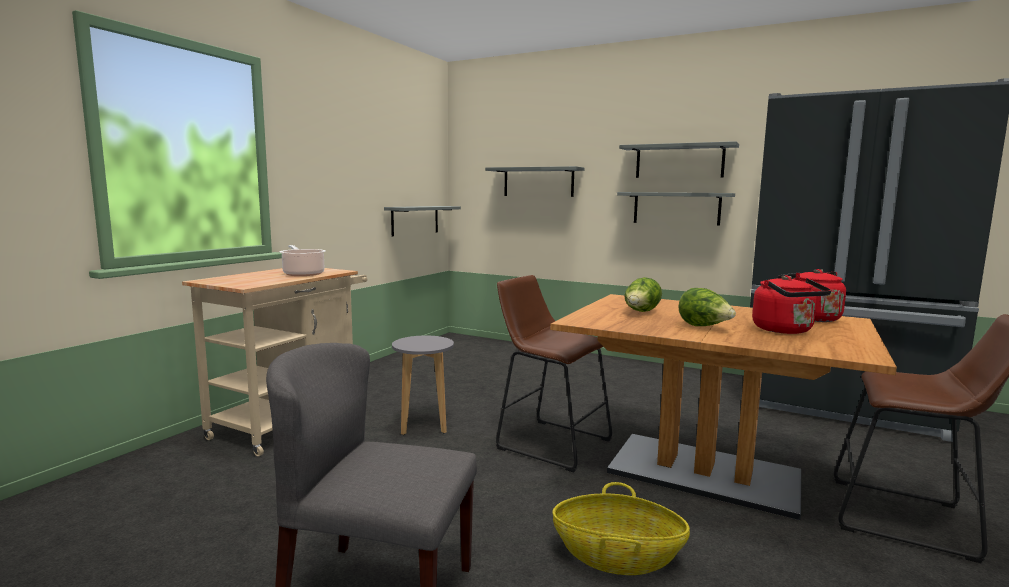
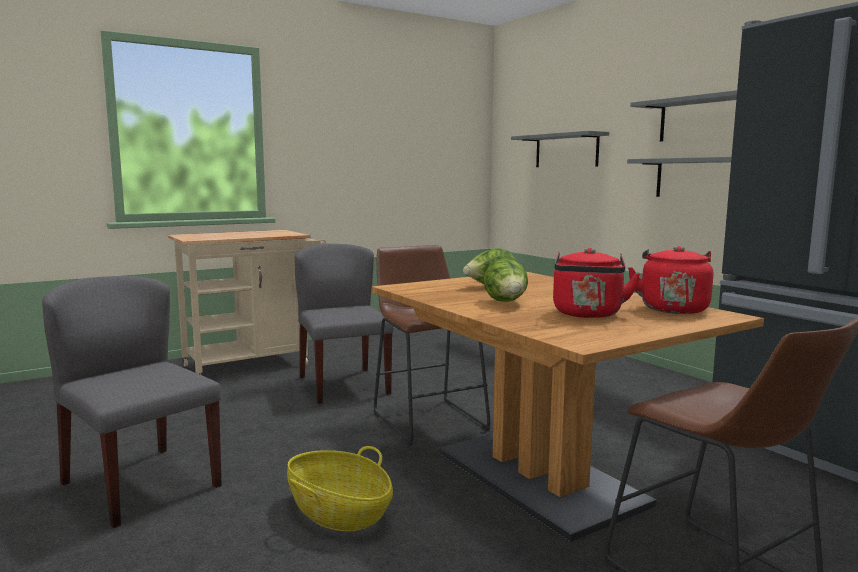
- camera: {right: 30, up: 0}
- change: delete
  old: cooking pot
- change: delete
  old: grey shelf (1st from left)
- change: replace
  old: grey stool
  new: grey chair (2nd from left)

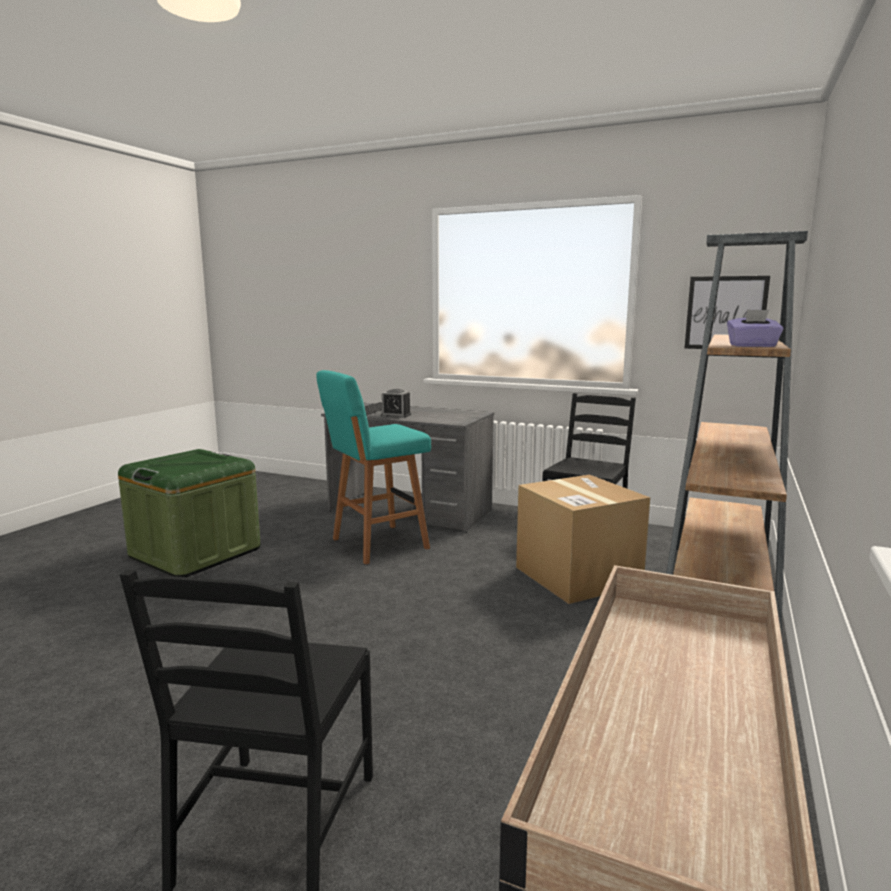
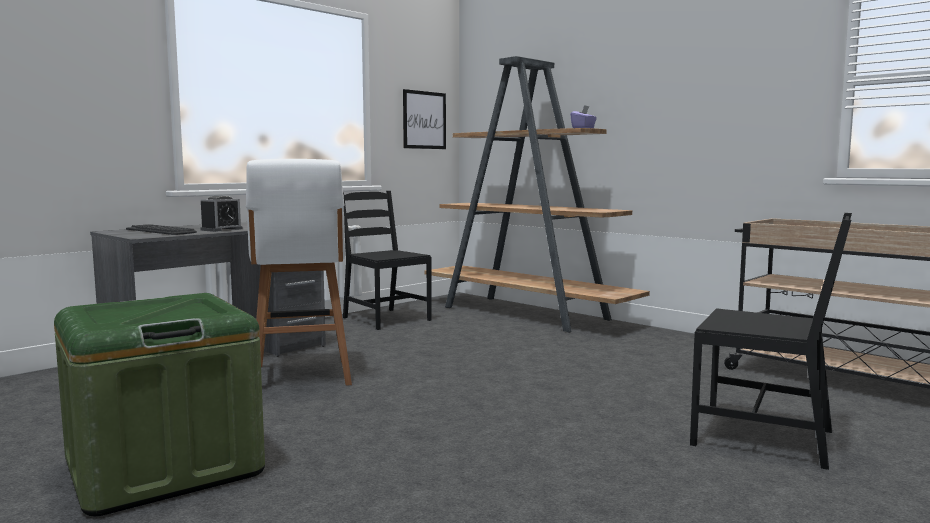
- camera: {right: -70, up: -5}
- change: delete
  old: cardboard box
- change: recolor
  old: turquoise stool
  new: white stool

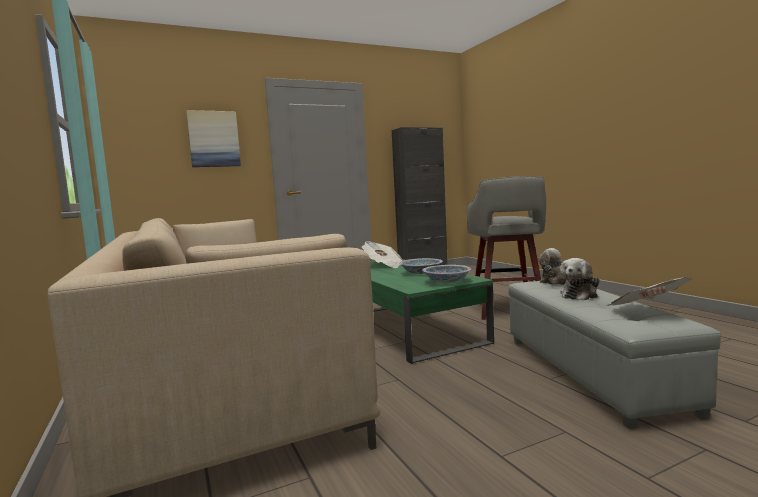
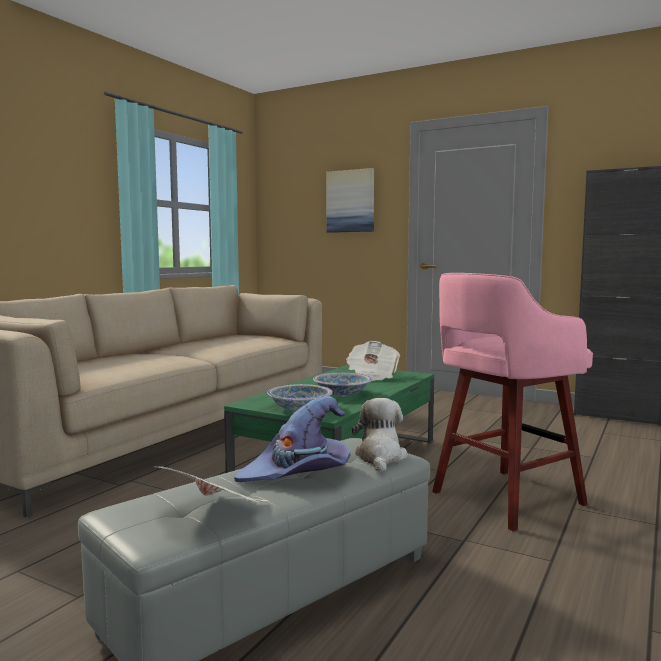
- camera: {right: 55, up: 0}
- change: replace
  old: plush toy (2nd from left)
  new: purple hat
- change: recolor
  old: grey stool
  new: pink stool

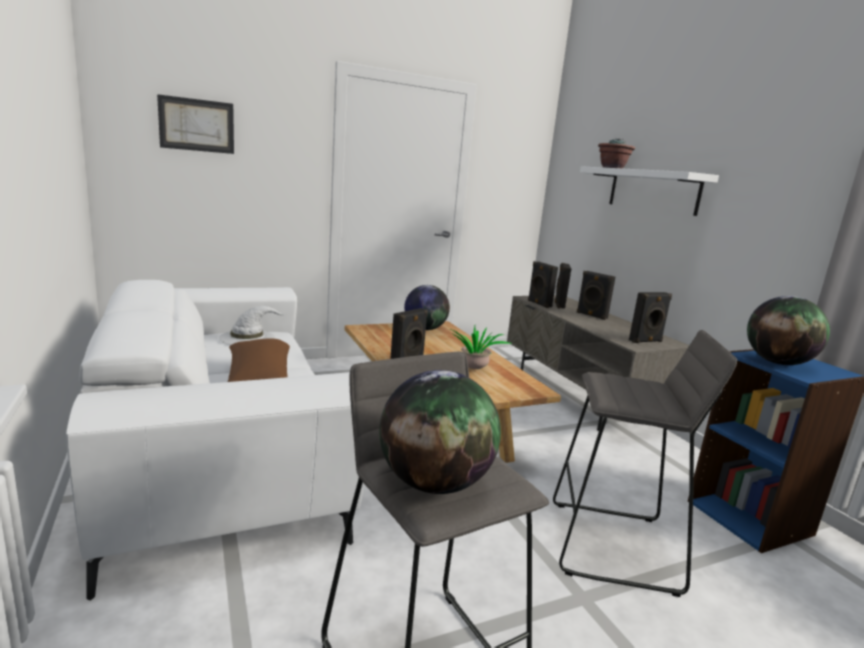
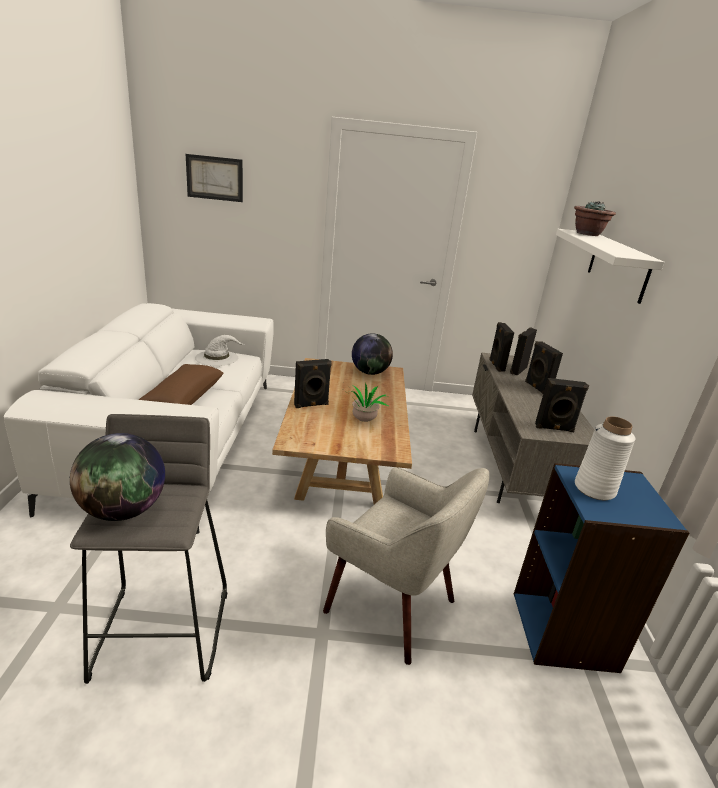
- camera: {right: 25, up: 10}
- change: replace
  old: grey stool (2nd from left)
  new: beige armchair
- change: replace
  old: globe (3rd from left)
  new: white vase

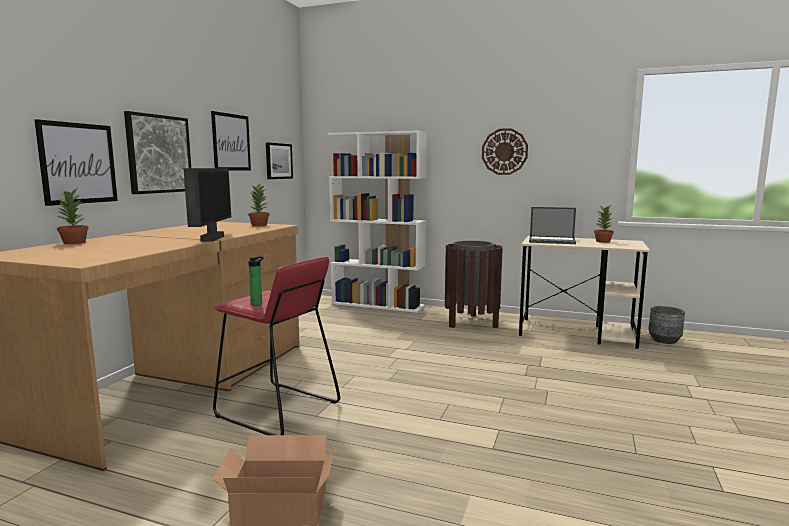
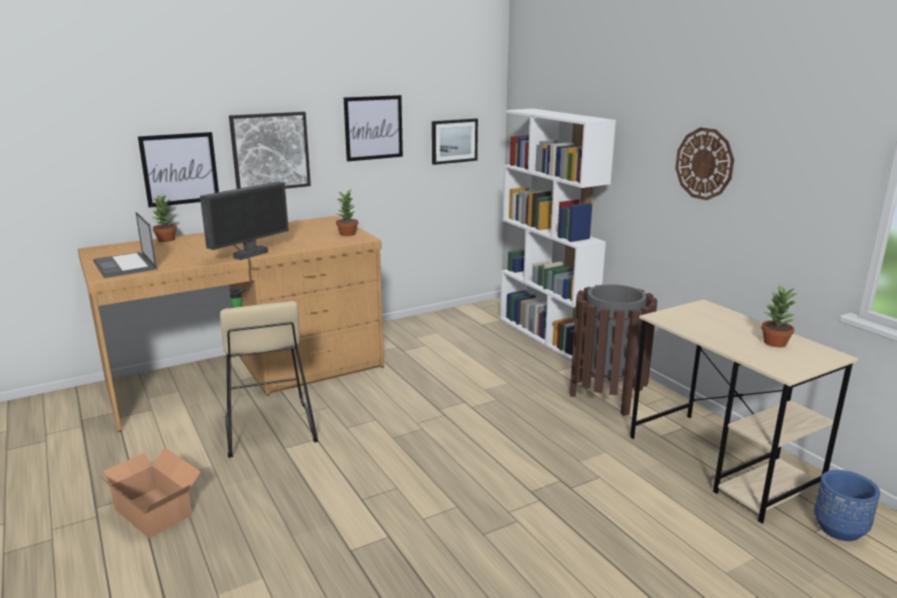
- camera: {right: 40, up: 10}
- change: move
  old: laptop
- change: recolor
  old: red stool
  new: beige stool
- change: recolor
  old: grey planter
  new: blue planter

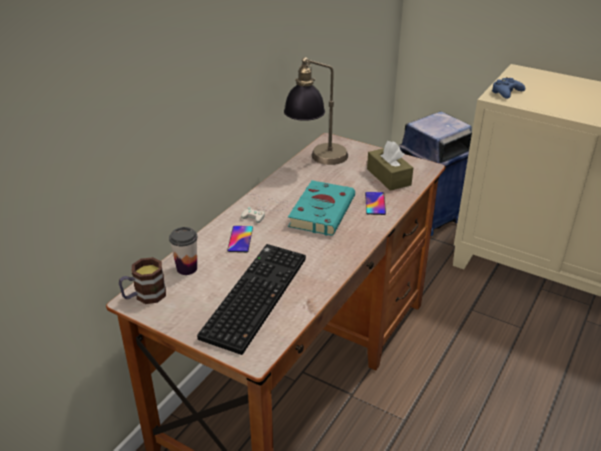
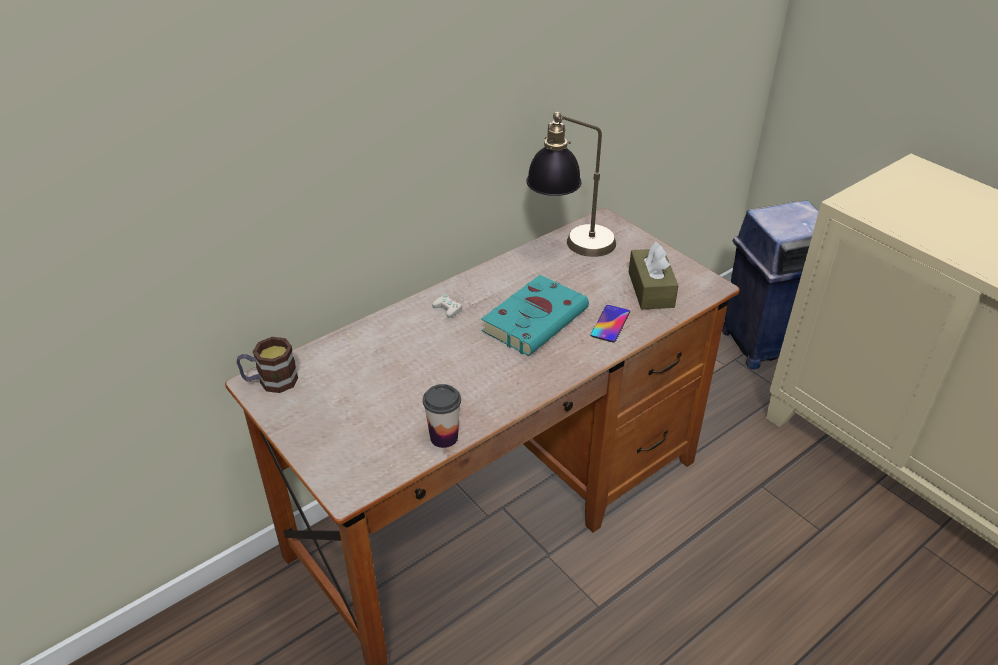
- camera: {right: 20, up: 5}
- change: delete
  old: keyboard
- change: delete
  old: phone (1st from left)
- change: delete
  old: blue game controller
- change: move
  old: cup

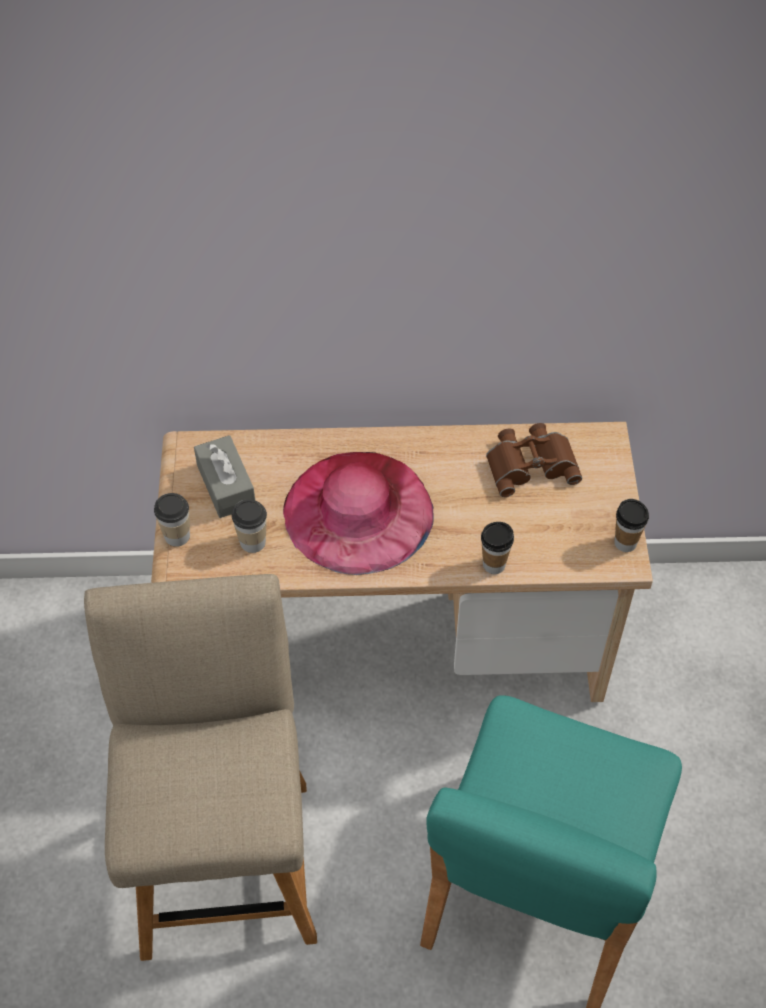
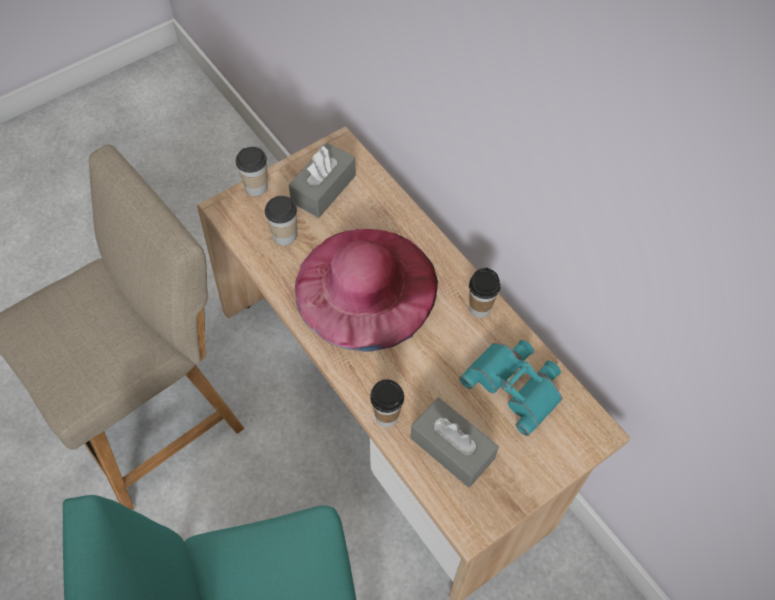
- camera: {right: 55, up: 5}
- change: insert
  new: grey tissue box (2nd from left)
- change: move
  old: cup (4th from left)
- change: recolor
  old: brown binoculars
  new: turquoise binoculars

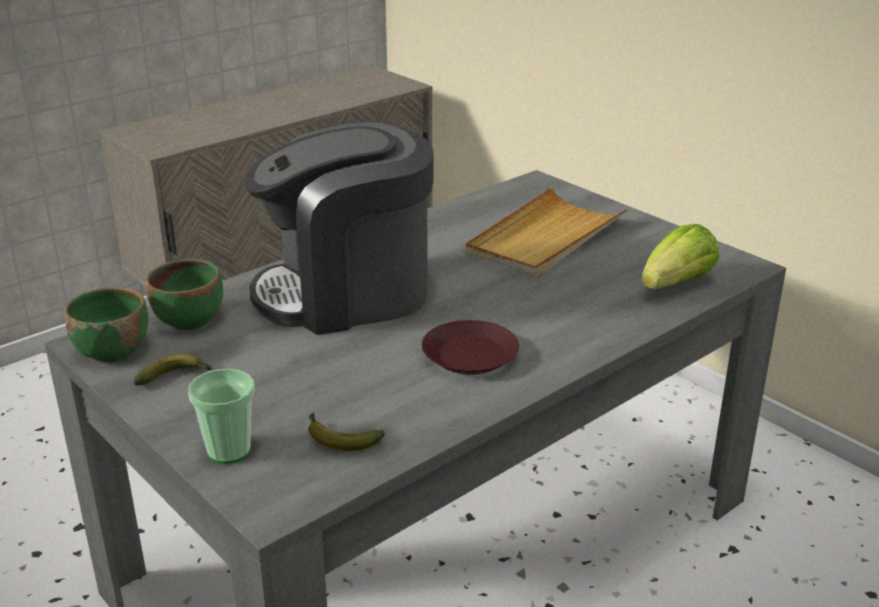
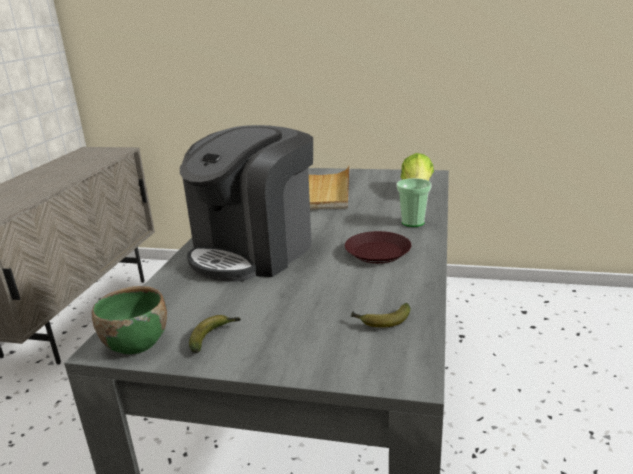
- camera: {right: -35, up: -5}
- change: delete
  old: green bowl (2nd from left)
- change: move
  old: cup

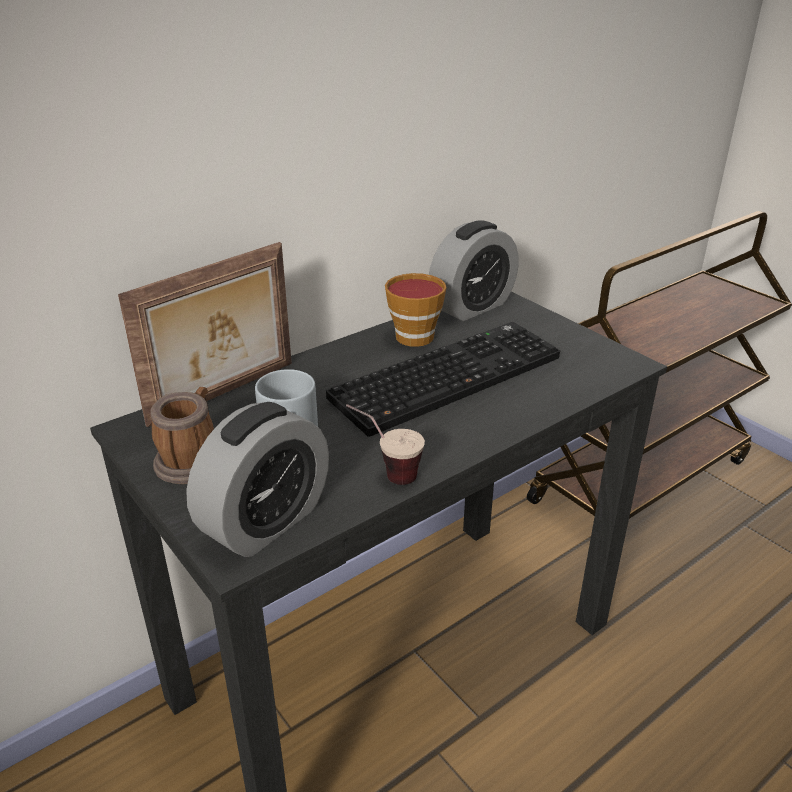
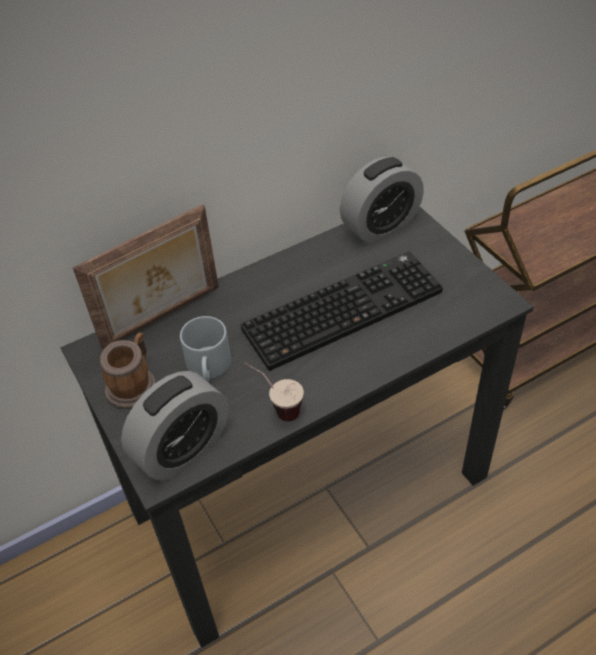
- camera: {right: 10, up: 15}
- change: delete
  old: cup (2nd from left)

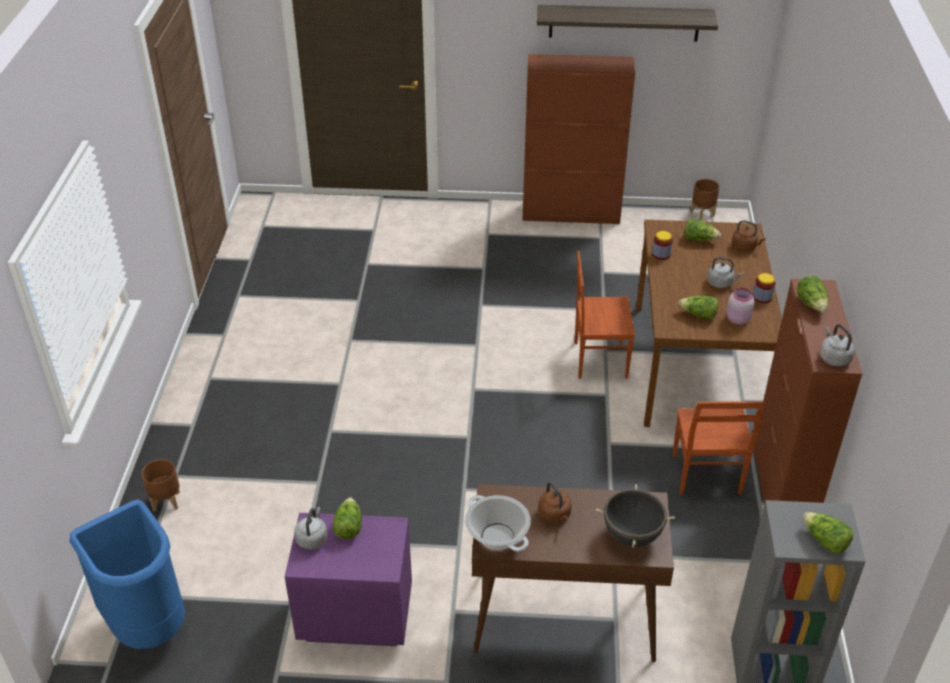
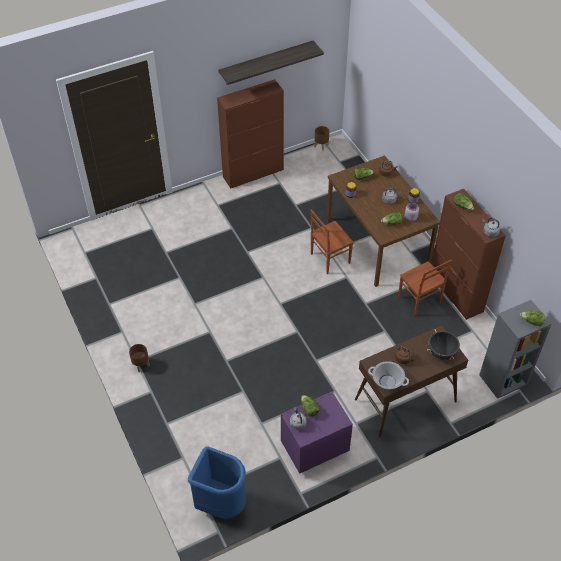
- camera: {right: -30, up: 10}
- change: move
  old: brown planter (1st from left)

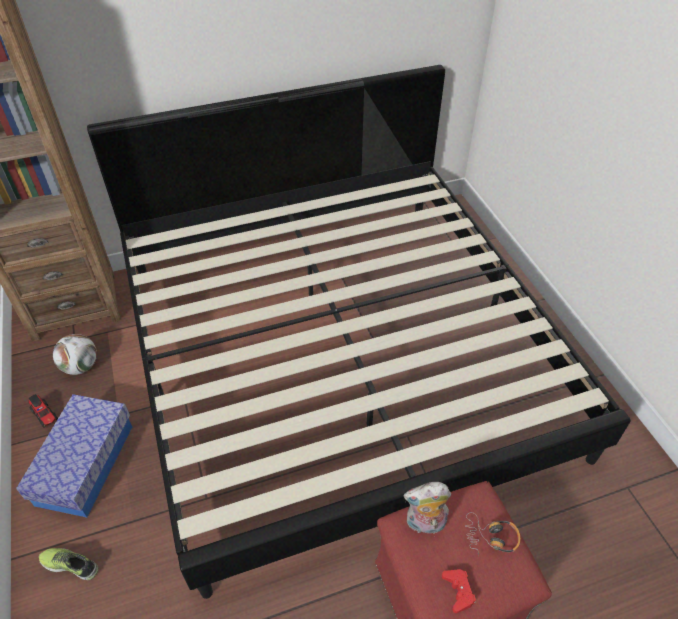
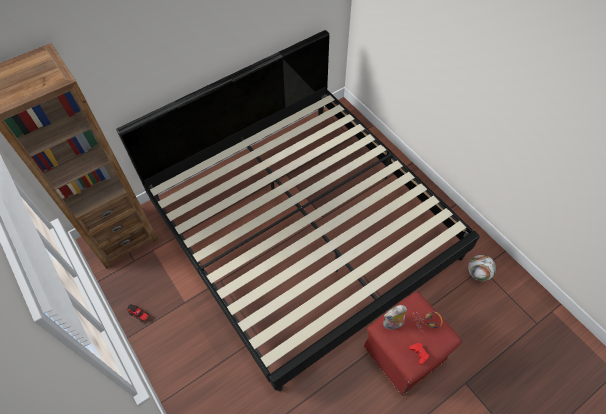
- camera: {right: -15, up: 10}
- change: delete
  old: storage box
- change: delete
  old: shoe
- change: move
  old: football

